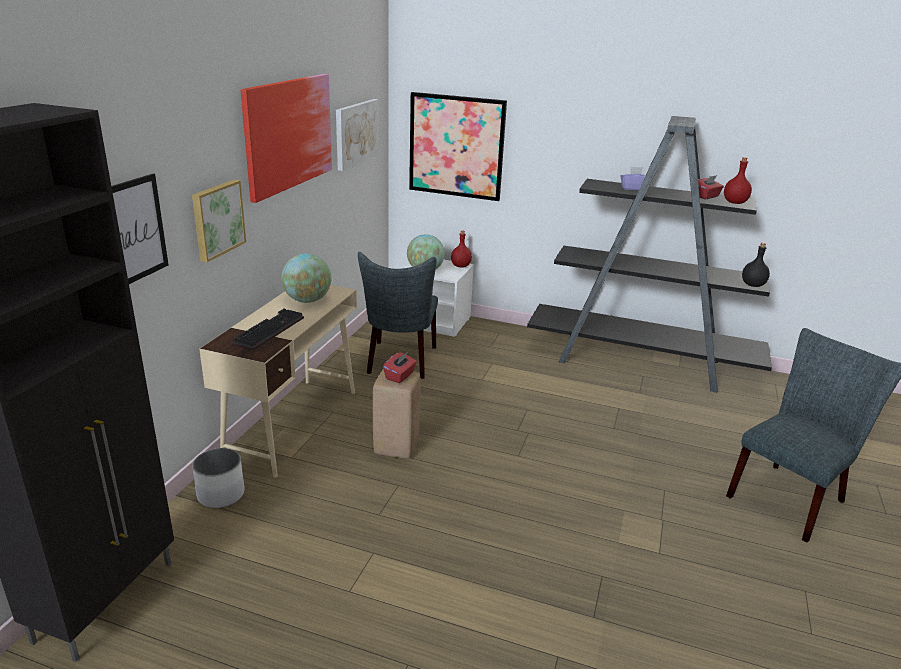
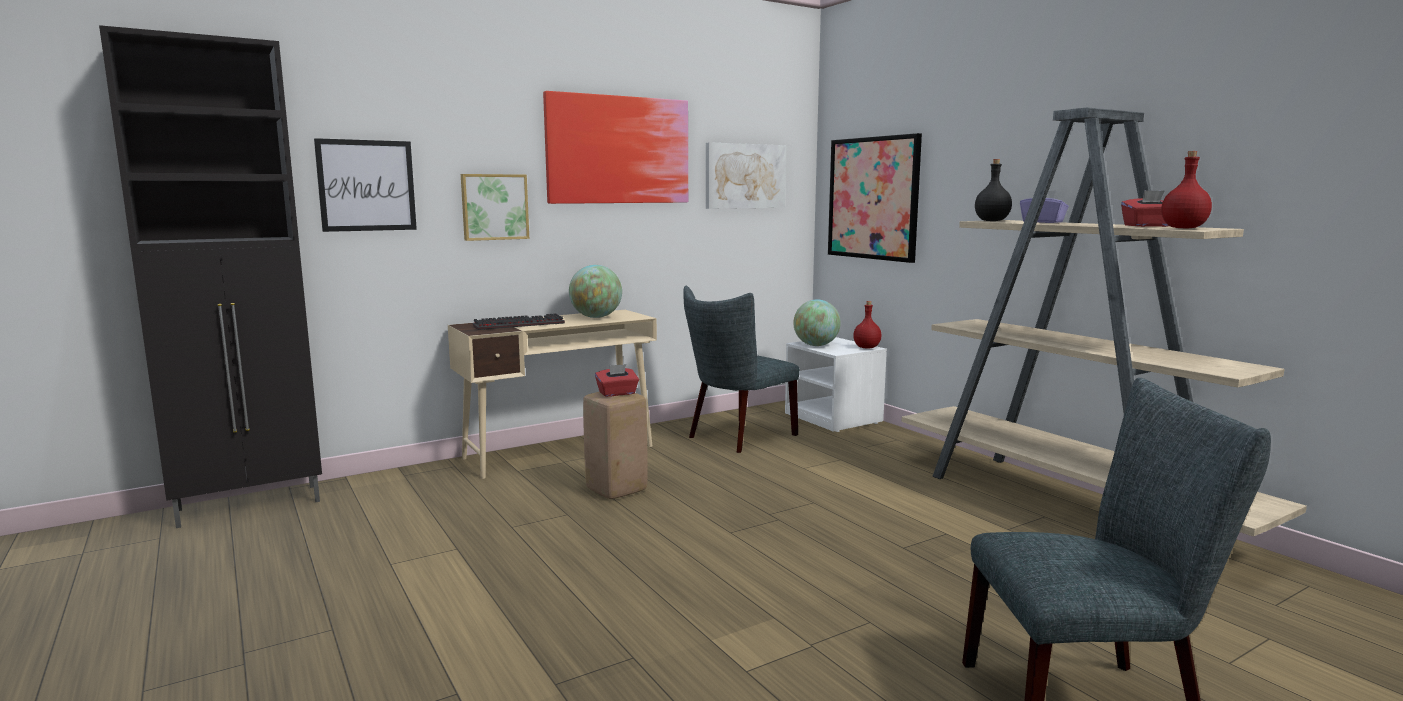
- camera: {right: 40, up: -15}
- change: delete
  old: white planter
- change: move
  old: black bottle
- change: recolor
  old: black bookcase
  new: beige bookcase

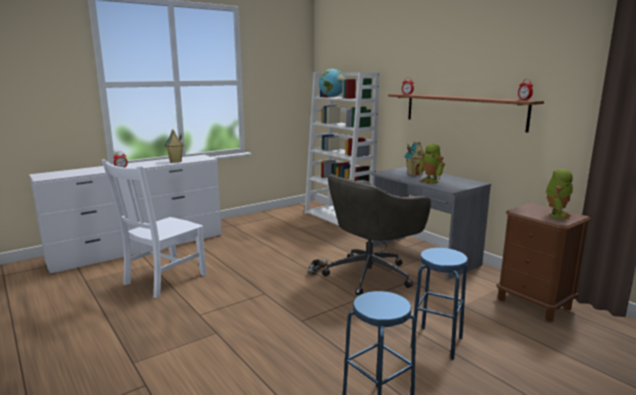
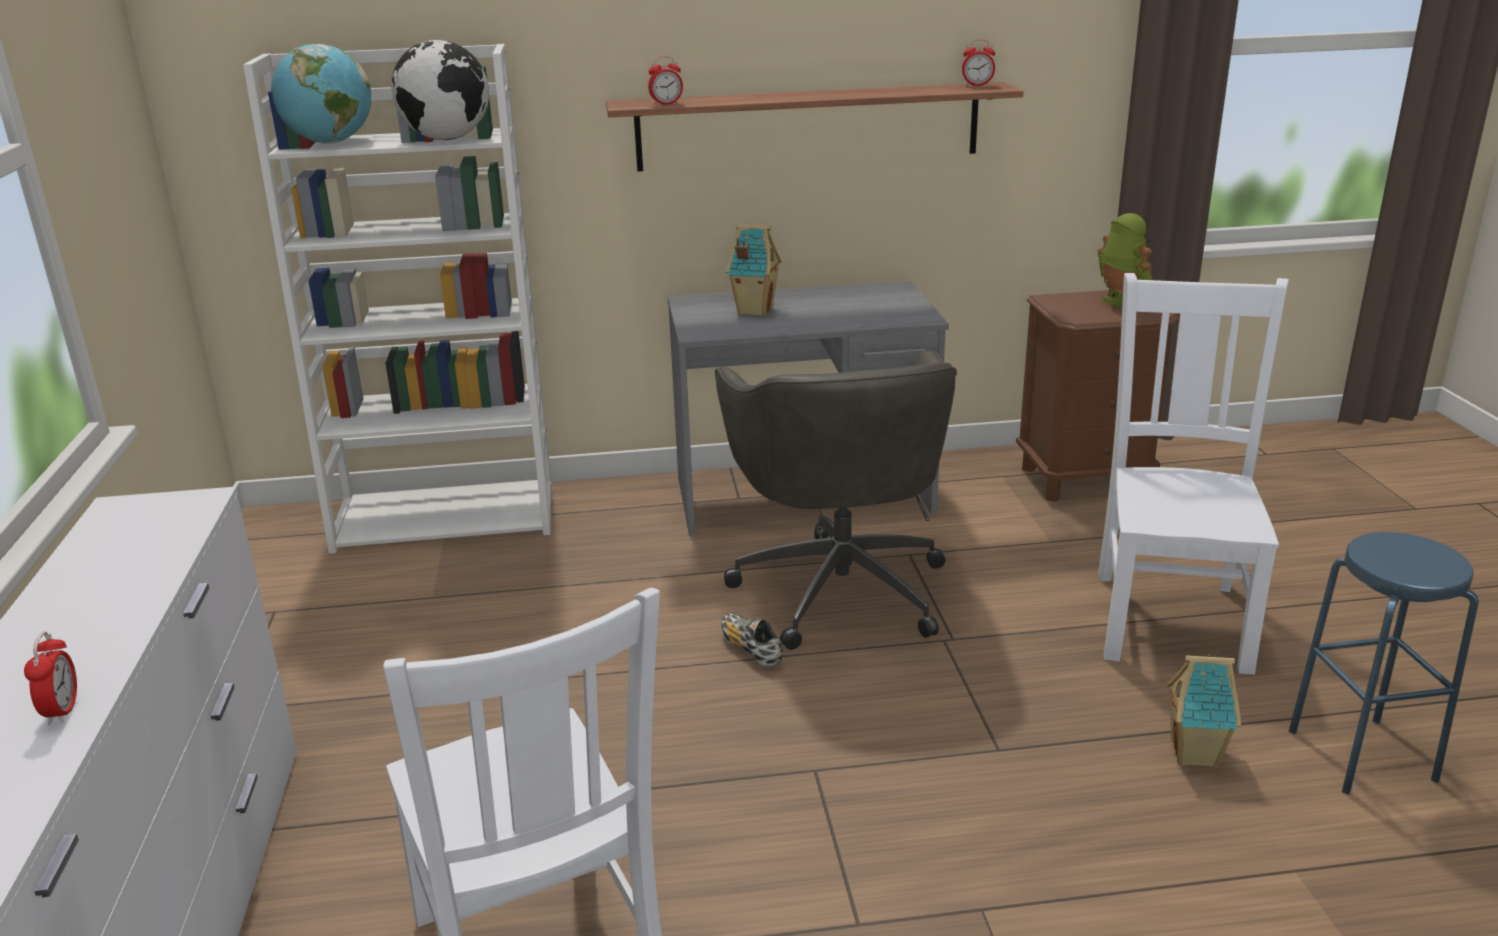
- camera: {right: -60, up: 10}
- change: delete
  old: toy robot (1st from left)
- change: insert
  new: globe (2nd from left)
- change: move
  old: toy house (1st from left in the first image)
  new: toy house (2nd from left)
- change: replace
  old: blue stool (2nd from left)
  new: white chair (2nd from left)

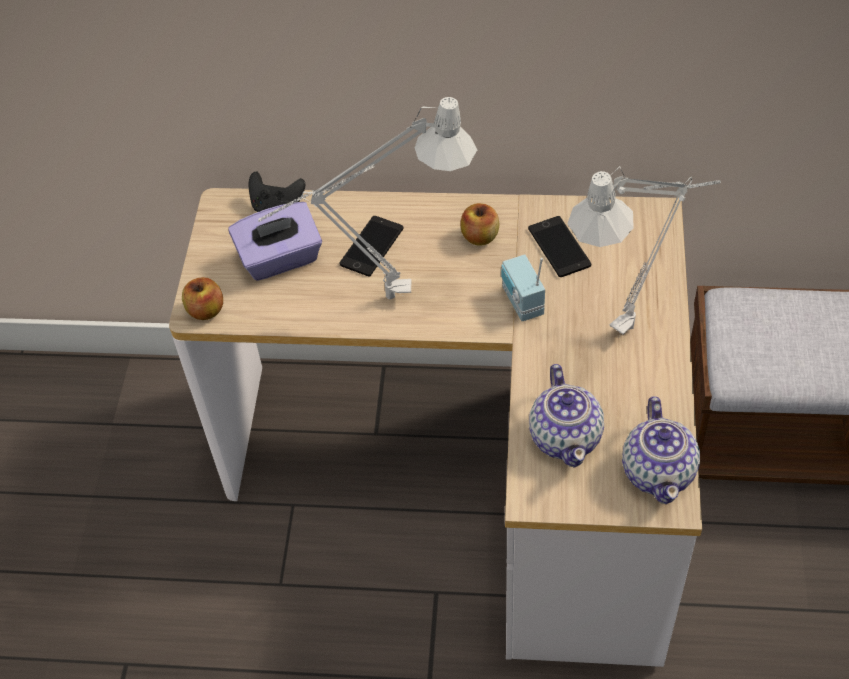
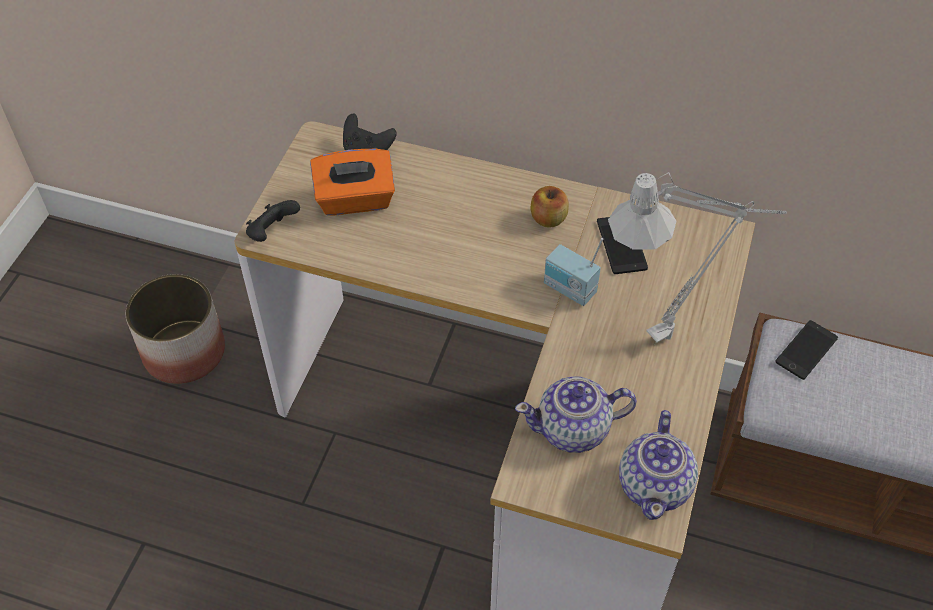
- camera: {right: 10, up: 0}
- change: delete
  old: grey table lamp (1st from left)
- change: insert
  new: planter
- change: move
  old: phone (1st from left in the first image)
  new: phone (2nd from left)
- change: replace
  old: apple (1st from left)
  new: black game controller (1st from left)
- change: recolor
  old: purple tissue box
  new: orange tissue box
- change: rotate
  old: radio
  degrees: -45
- change: rotate
  old: teapot (1st from left)
  degrees: 75

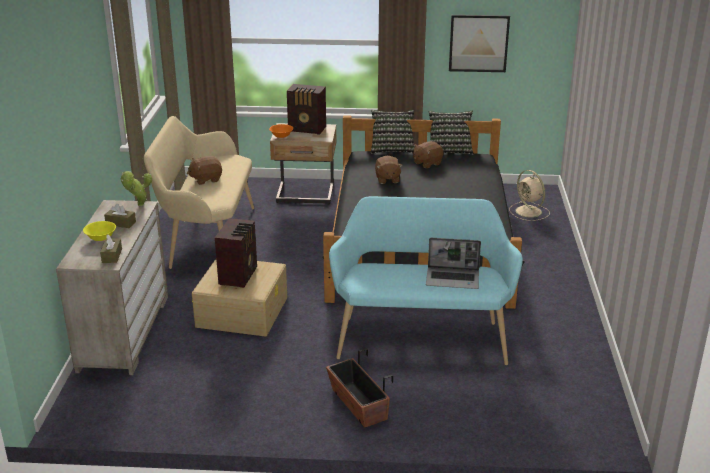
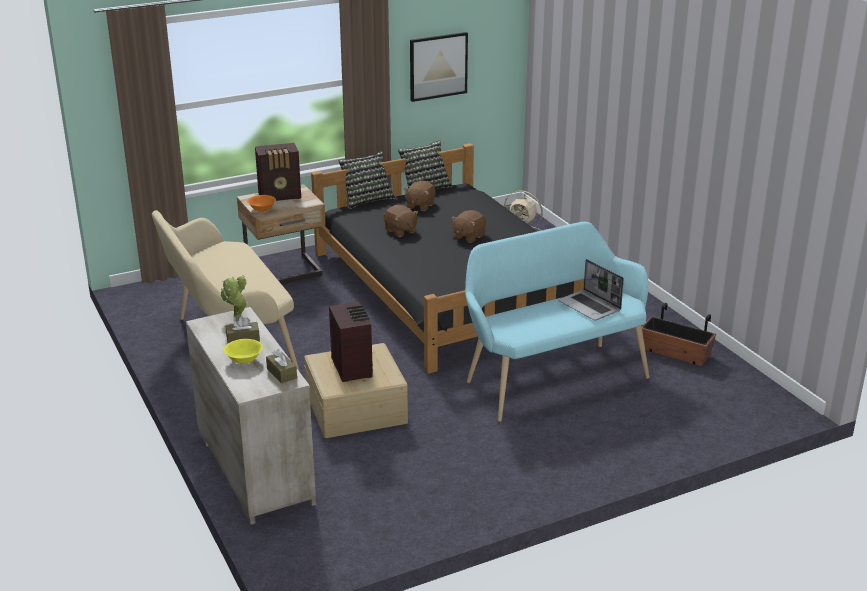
- camera: {right: -30, up: 0}
- change: move
  old: brown plush toy (1st from left in the first image)
  new: brown plush toy (3rd from left)
- change: move
  old: planter
- change: rotate
  old: laptop
  degrees: 75

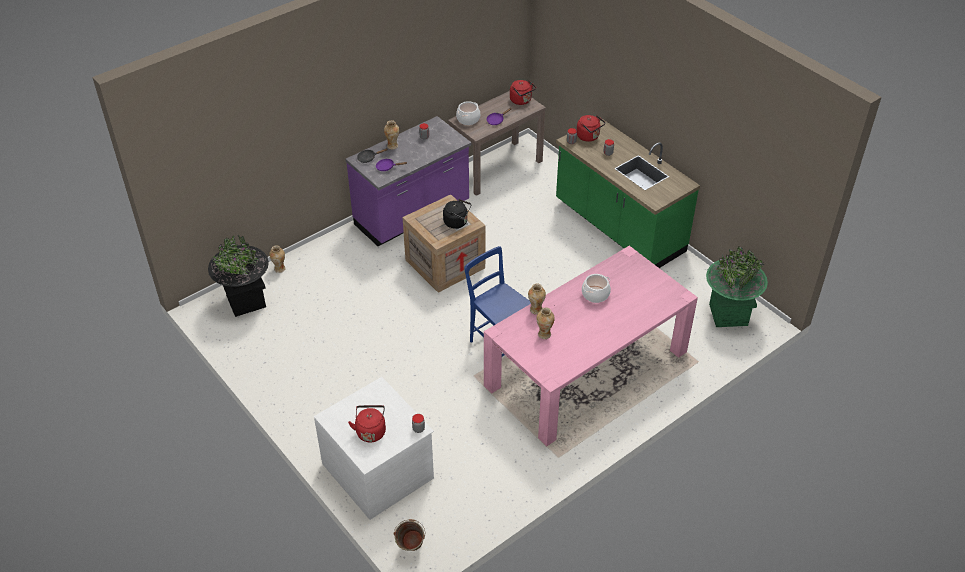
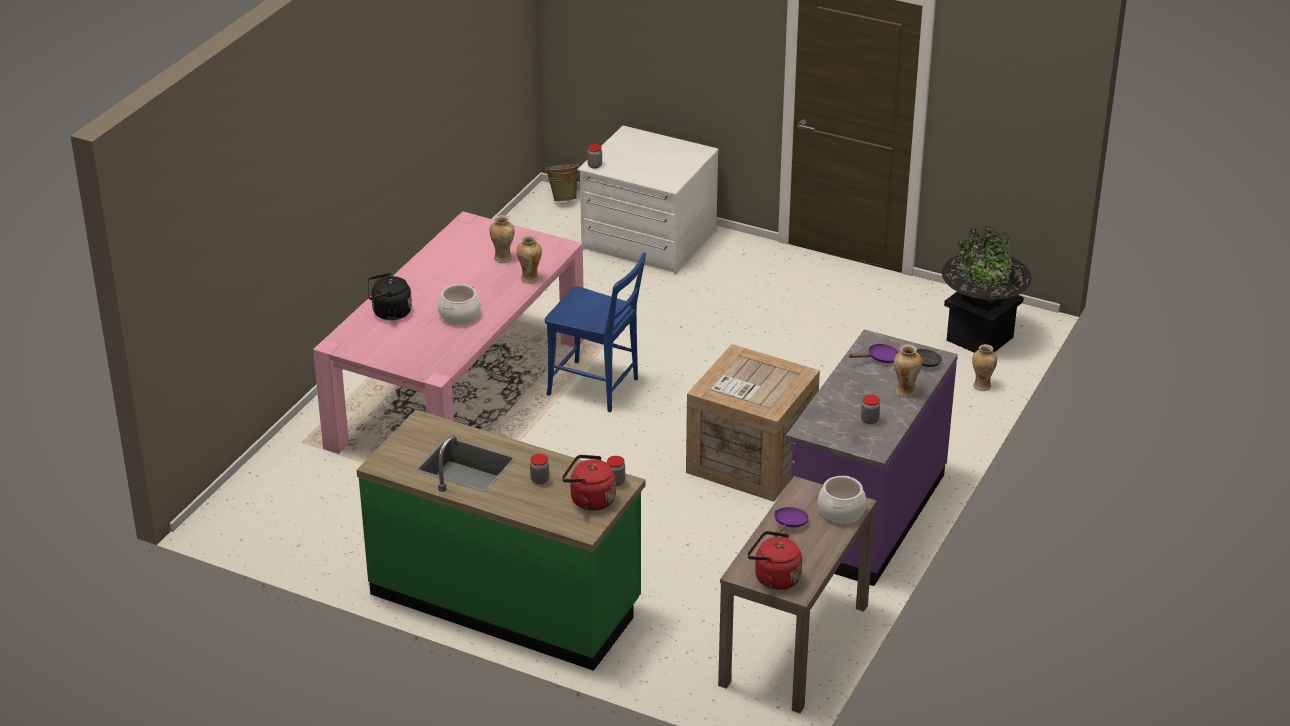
- camera: {right: 155, up: -10}
- change: delete
  old: red kettle (1st from left)
- change: delete
  old: green planter
- change: move
  old: black kettle

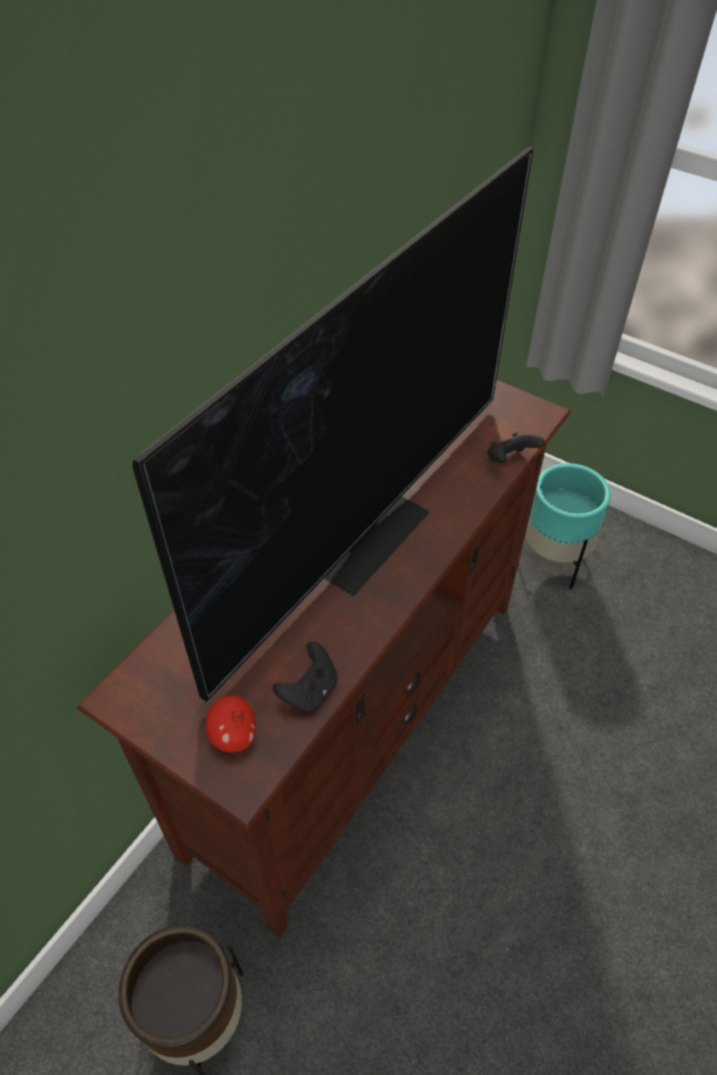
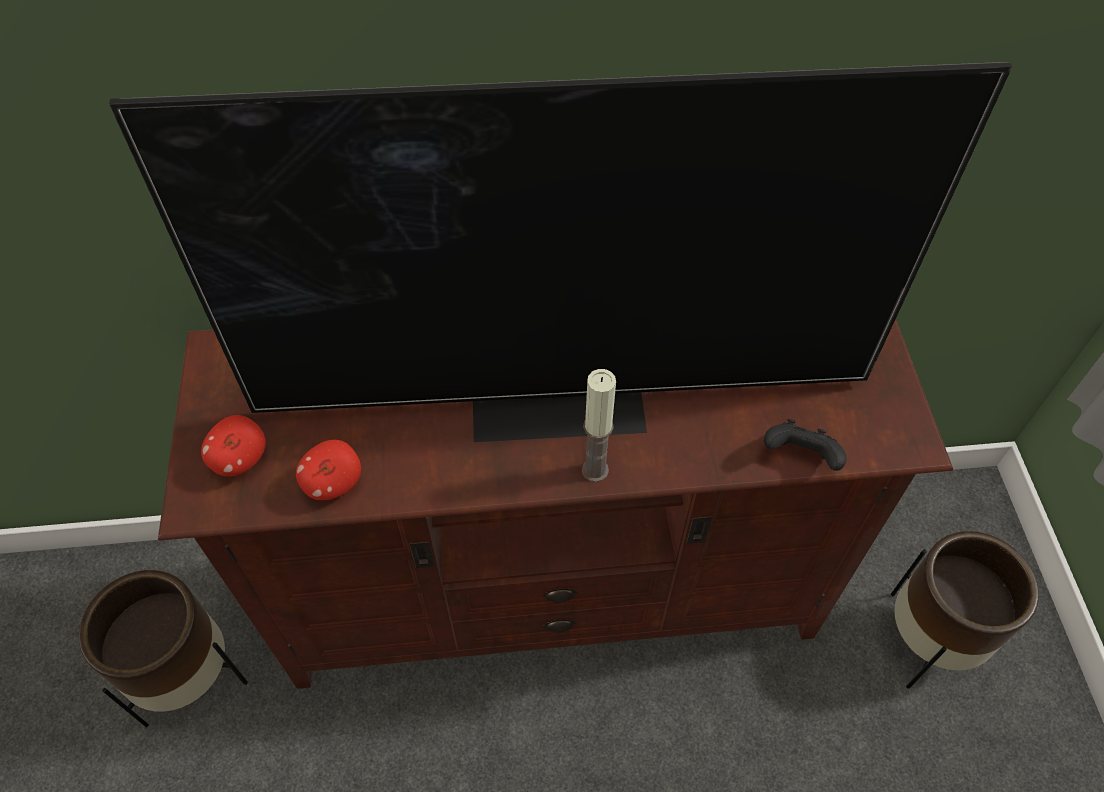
- camera: {right: 50, up: 5}
- change: insert
  new: candle
- change: replace
  old: black game controller (1st from left)
  new: apple (2nd from left)
- change: recolor
  old: turquoise planter
  new: brown planter (2nd from left)

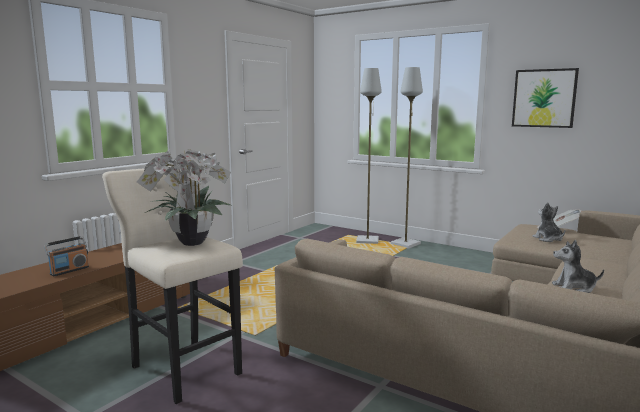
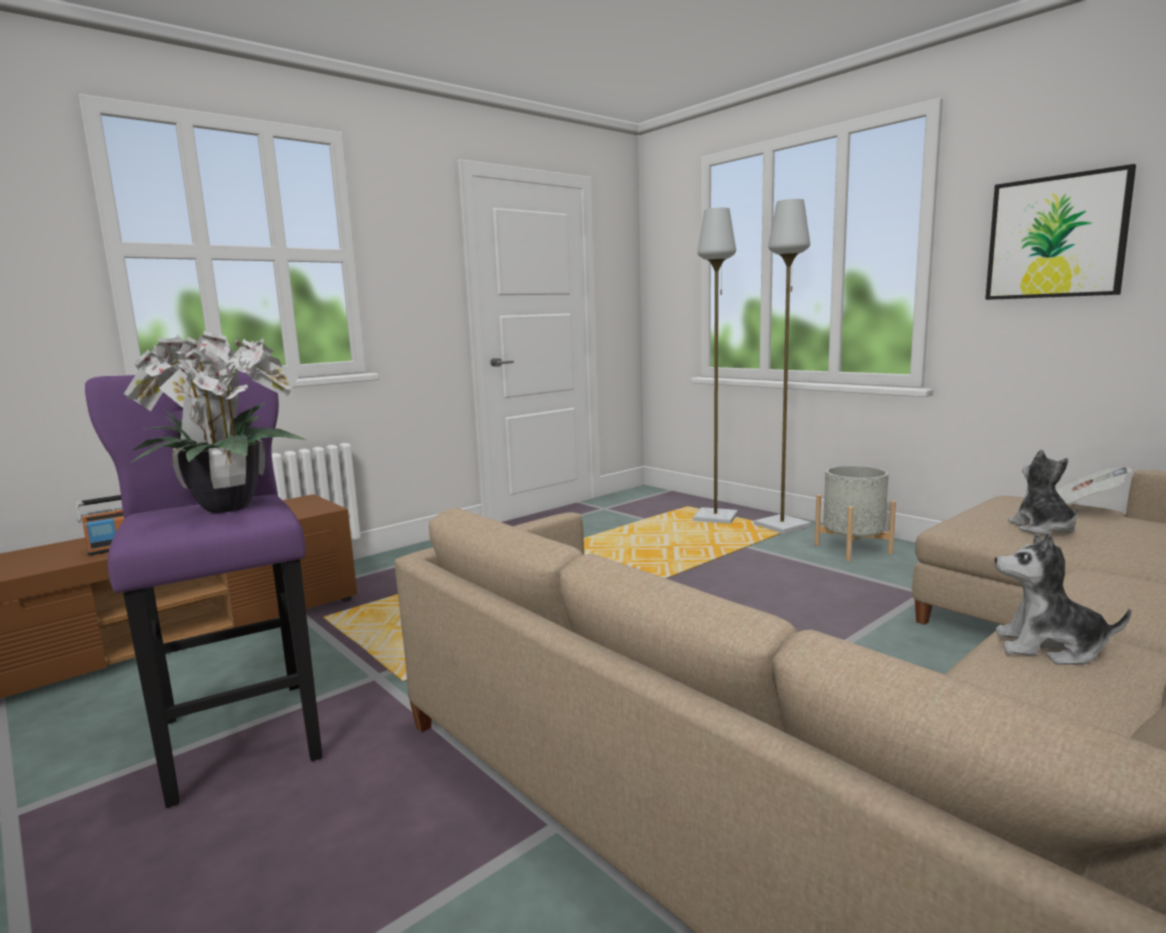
- camera: {right: 15, up: 0}
- change: insert
  new: grey planter
- change: recolor
  old: beige stool
  new: purple stool

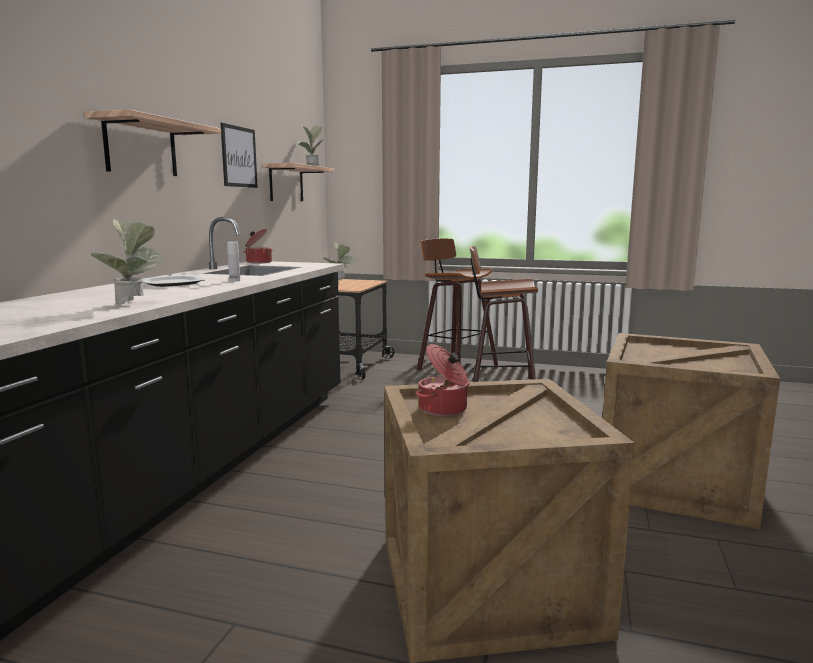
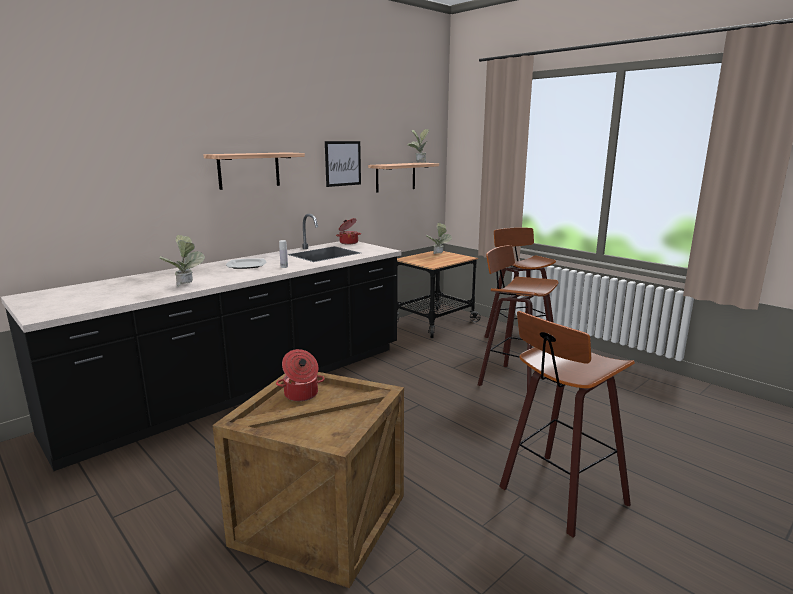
- camera: {right: 30, up: 5}
- change: replace
  old: crate (2nd from left)
  new: stool (3rd from left)

